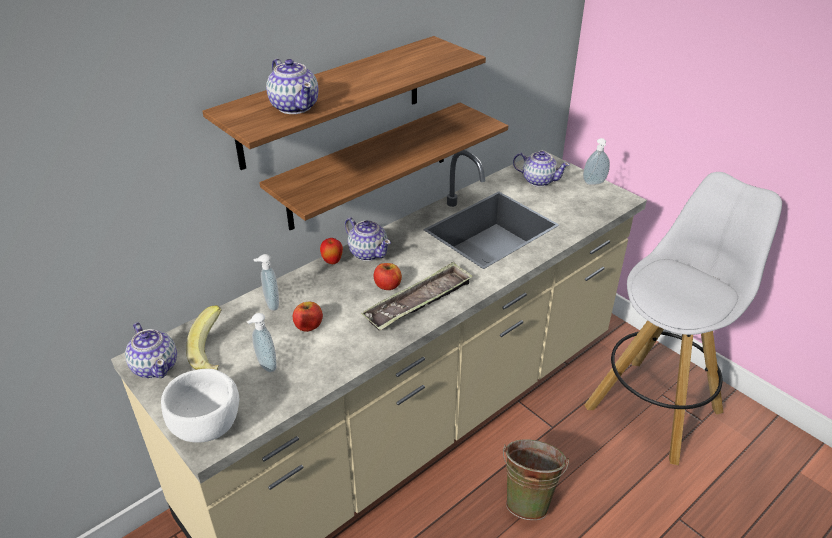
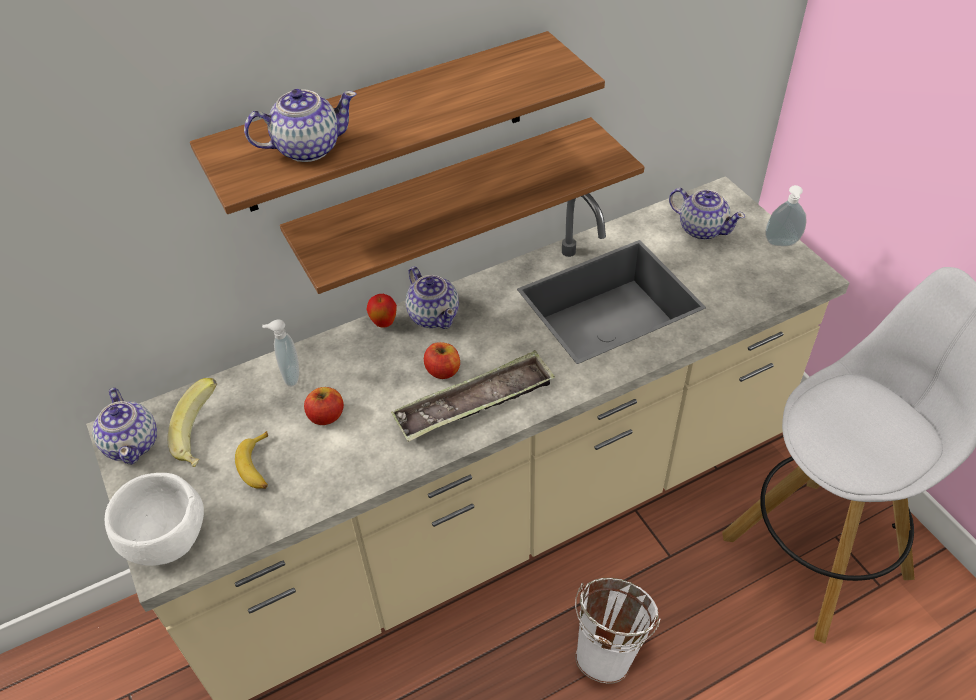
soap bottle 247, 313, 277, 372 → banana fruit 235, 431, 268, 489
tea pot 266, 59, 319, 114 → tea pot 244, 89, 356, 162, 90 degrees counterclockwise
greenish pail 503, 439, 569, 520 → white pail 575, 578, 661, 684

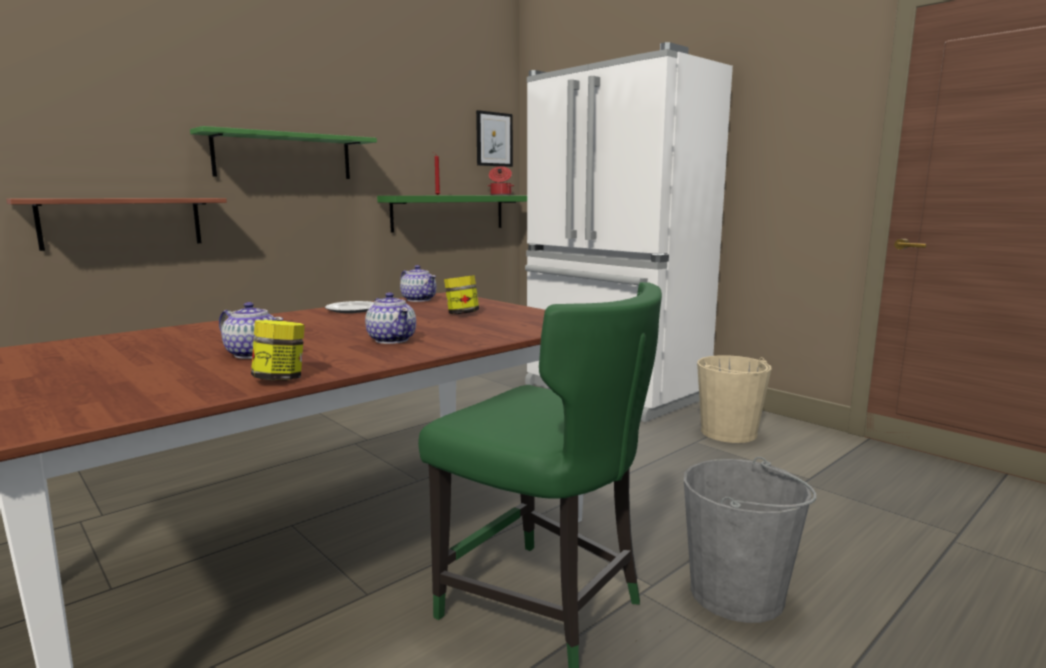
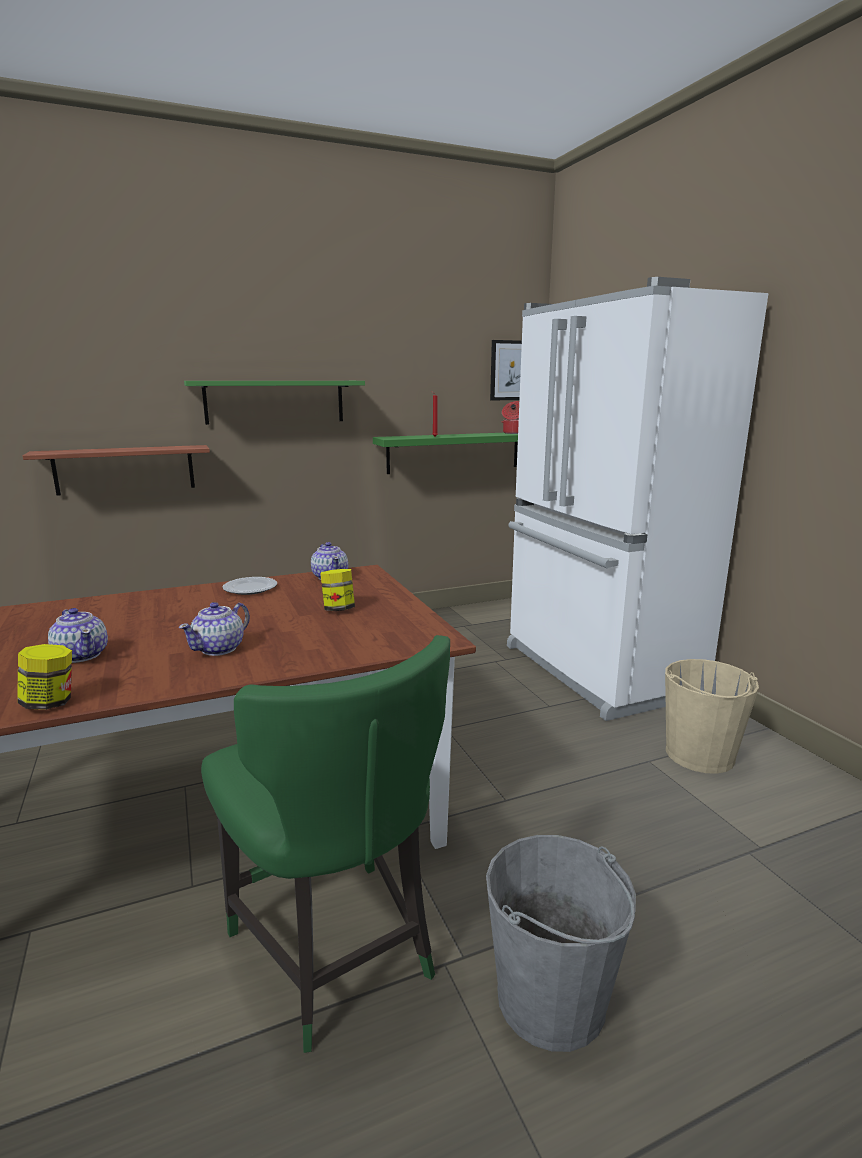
tea pot 365, 292, 416, 344 → tea pot 179, 602, 250, 656, 45 degrees clockwise

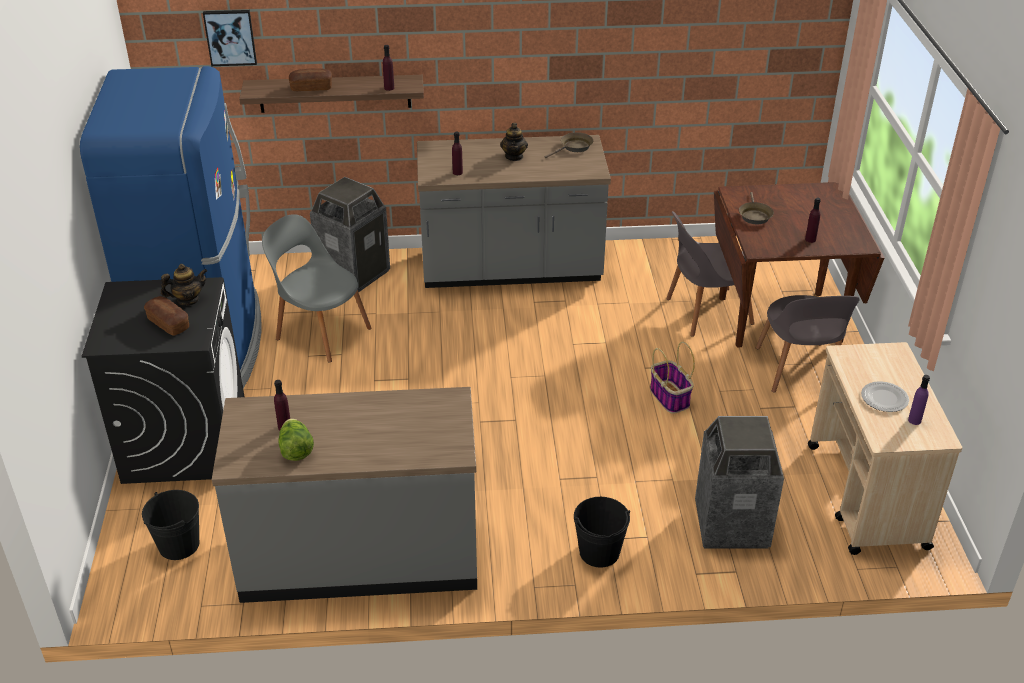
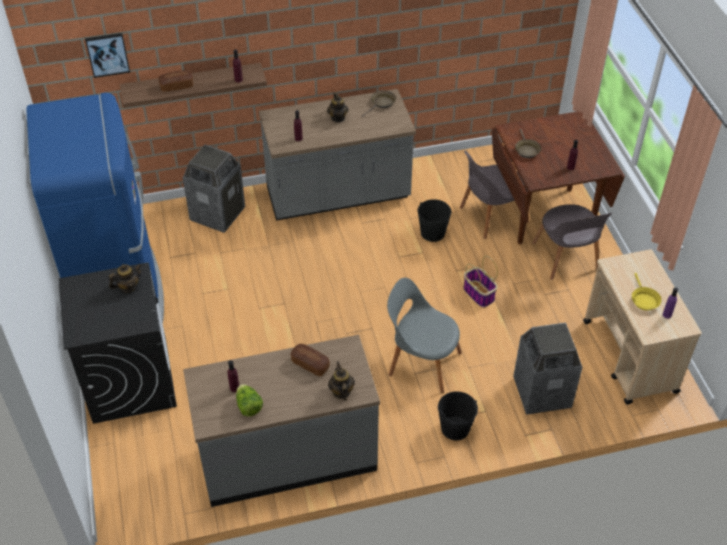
bread 144, 296, 189, 336 → bread 291, 344, 330, 376, moved
- → tea pot 328, 361, 355, 401
gray plain chair 262, 214, 372, 363 → gray plain chair 387, 278, 462, 393, moved
blackish pail 142, 490, 200, 560 → blackish pail 418, 199, 451, 242, moved
dinner plate 861, 381, 909, 412 → yellow-coloured pan 632, 273, 662, 311

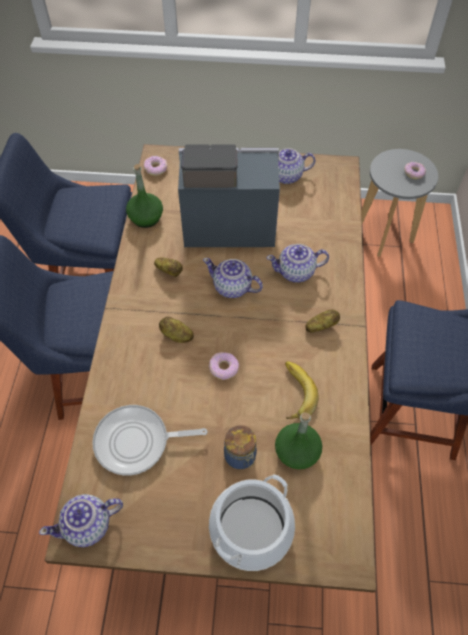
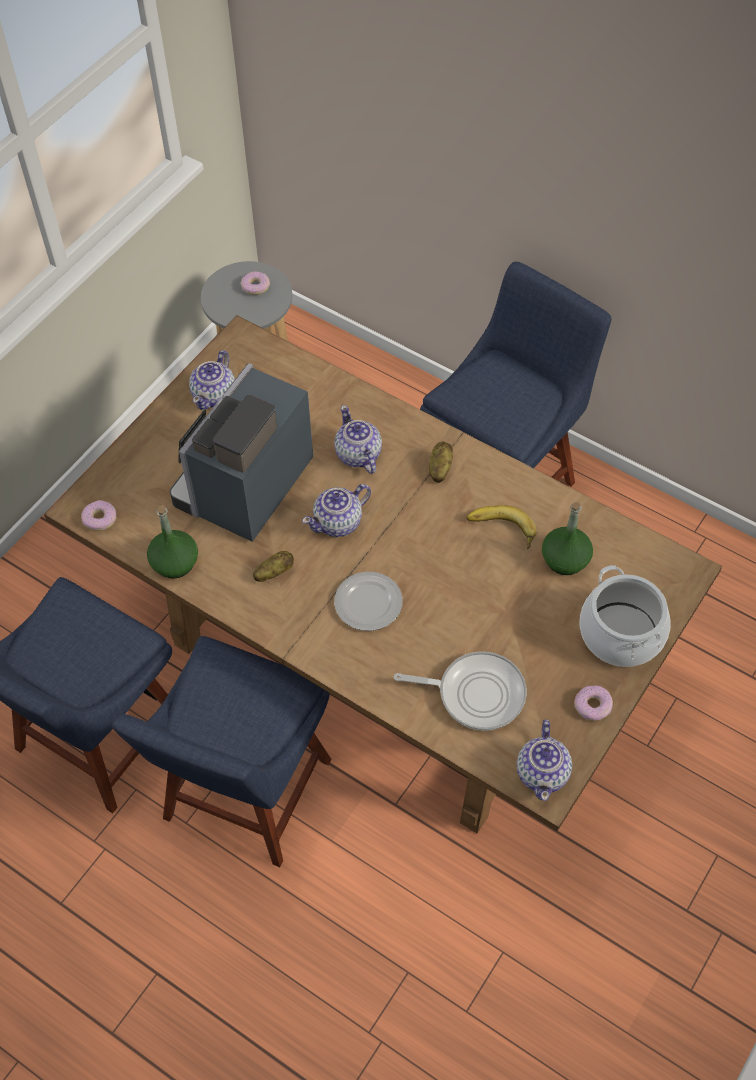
tea pot 267, 244, 329, 283 → tea pot 334, 405, 382, 474, 135 degrees clockwise
whole potato 159, 317, 194, 343 → dinner plate 334, 572, 403, 631
pan 92, 405, 207, 476 → pan 394, 651, 527, 731, 105 degrees counterclockwise
doughnut 209, 352, 239, 380 → doughnut 574, 685, 613, 721, moved
jar 224, 425, 257, 469 → -

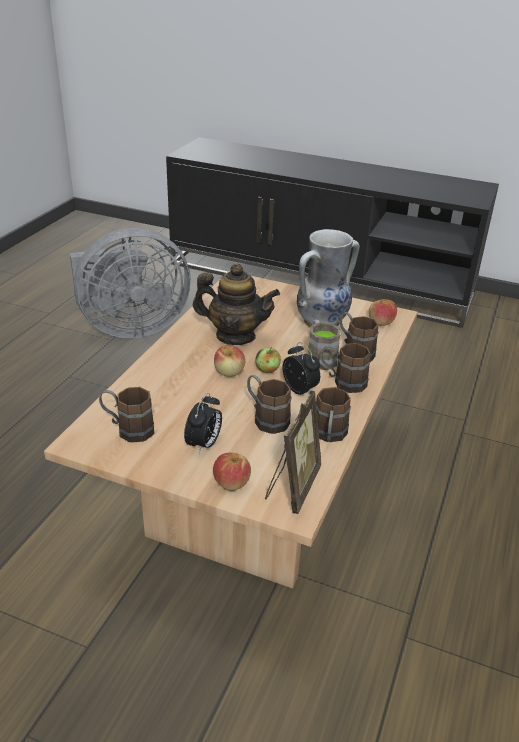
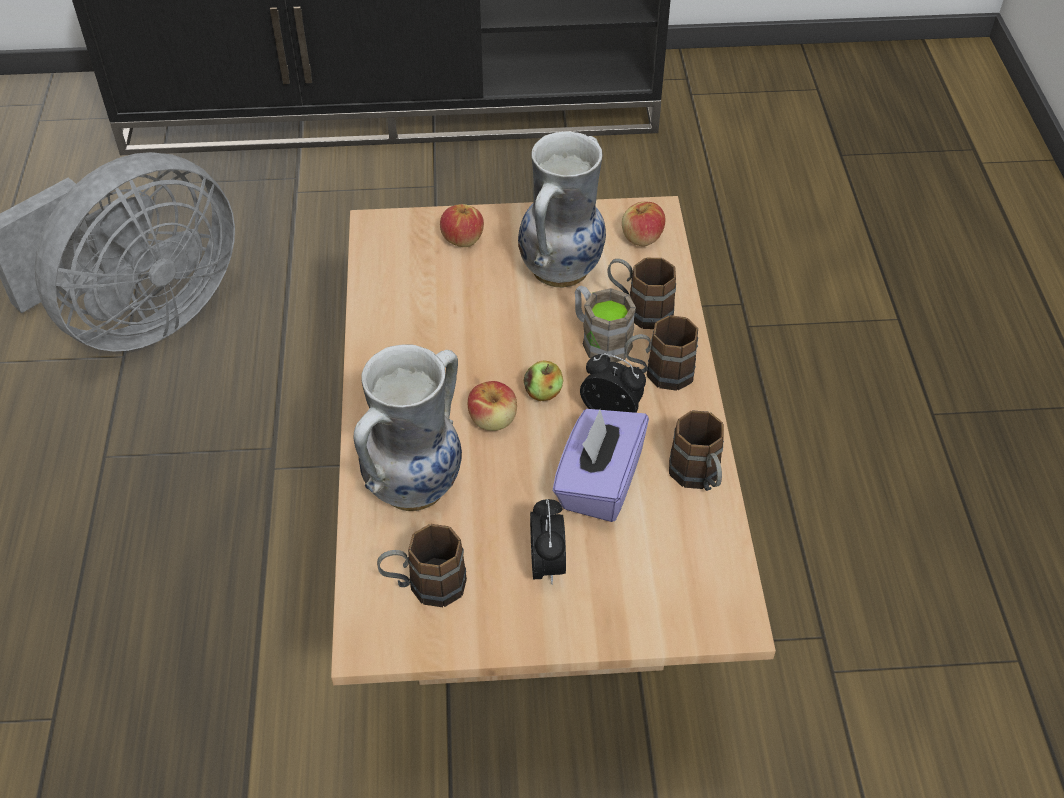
- → decorative vase 354, 345, 462, 511
apple 213, 453, 251, 491 → apple 440, 204, 484, 247, moved
brown-coloured tea mug 247, 375, 291, 434 → purple box of tissues 553, 409, 649, 522
tea pot 193, 263, 280, 345 → -
standing frame 265, 391, 321, 514 → -

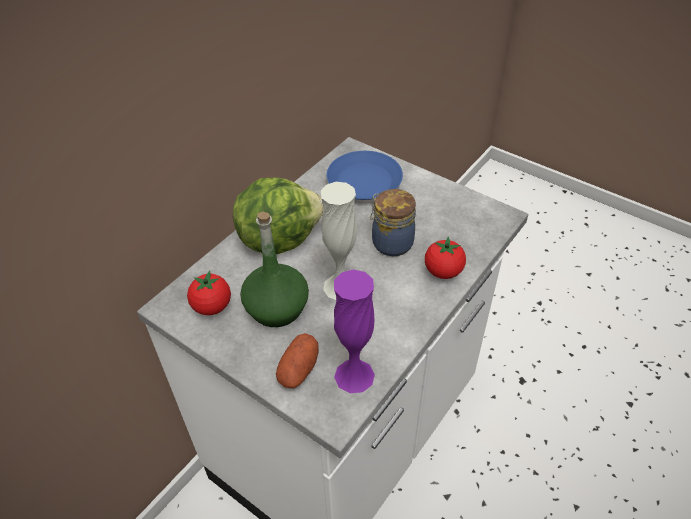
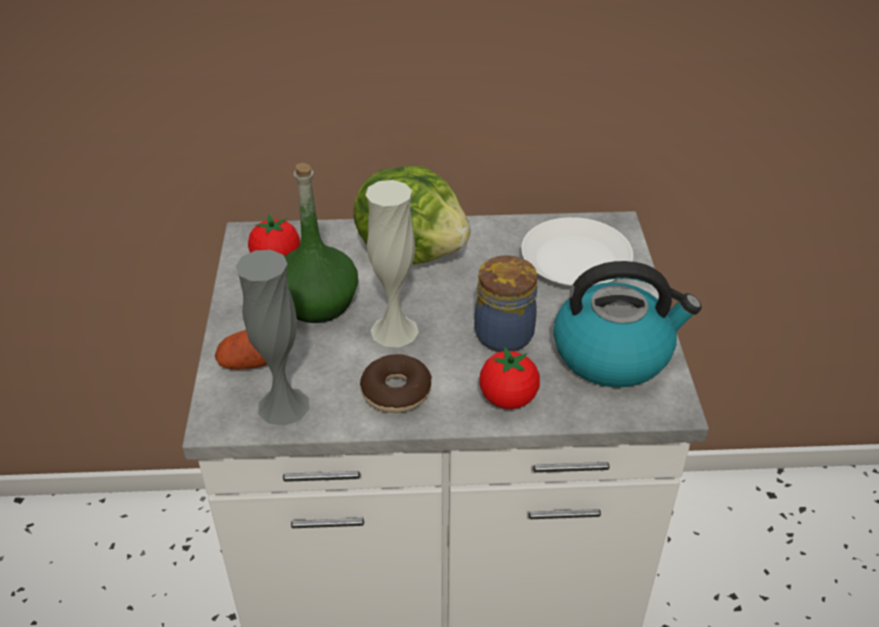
purple decorative vase 334, 269, 375, 393 → gray decorative vase 236, 250, 309, 426
- → doughnut 360, 354, 432, 413
blue dinner plate 327, 151, 403, 200 → white dinner plate 521, 217, 633, 287
- → water kettle 553, 261, 702, 388

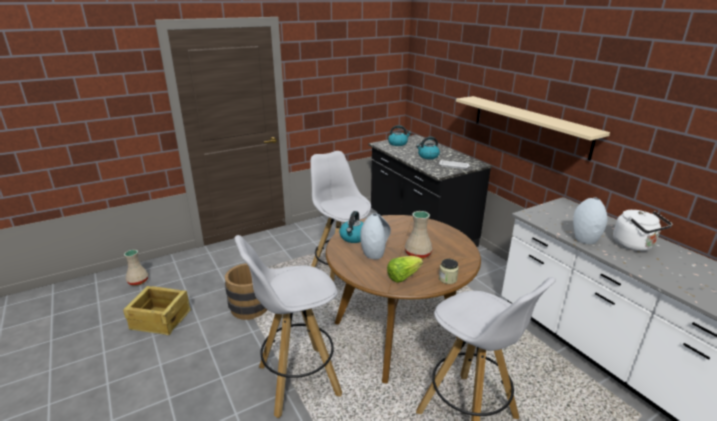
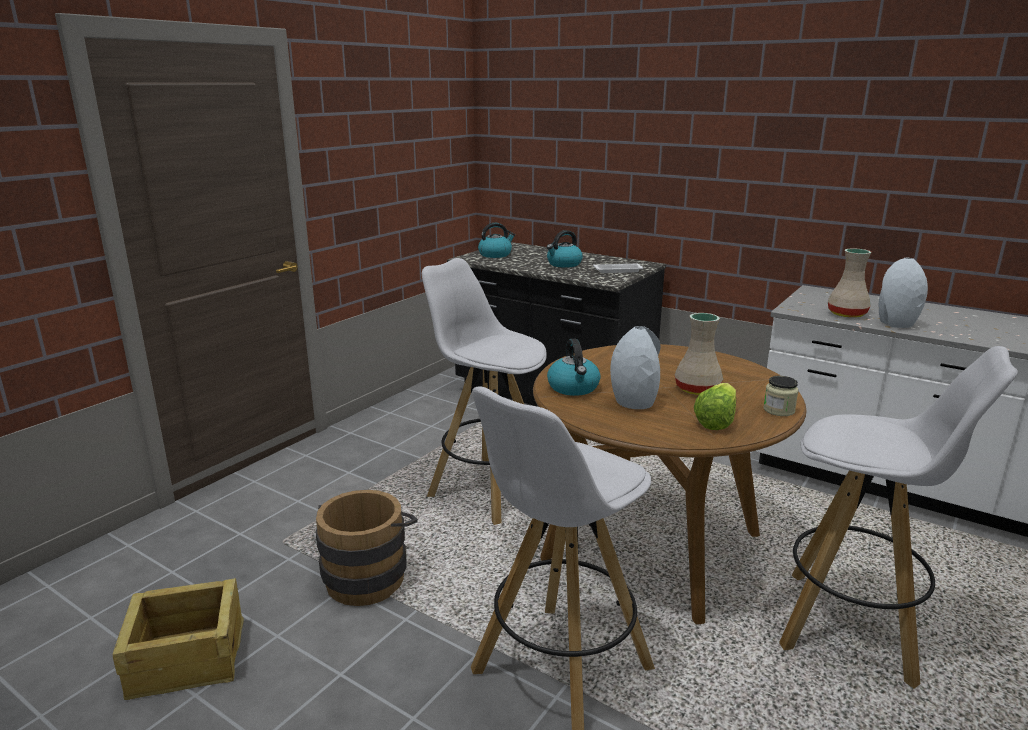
sand-coloured decorative vase 124, 250, 148, 286 → sand-coloured decorative vase 828, 248, 871, 318, moved
sand-coloured bracket shelf 456, 96, 610, 161 → -
white water kettle 613, 210, 672, 251 → -

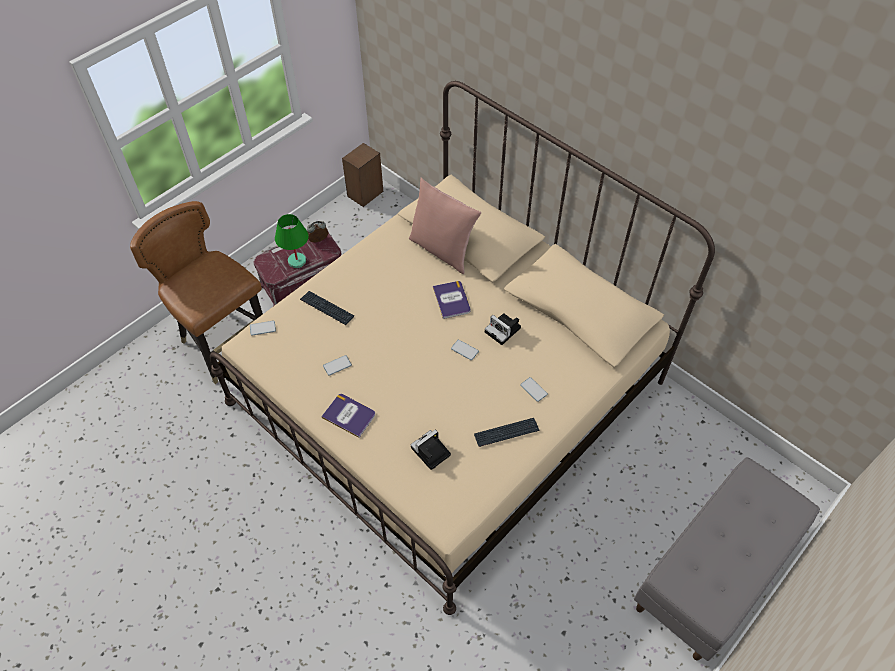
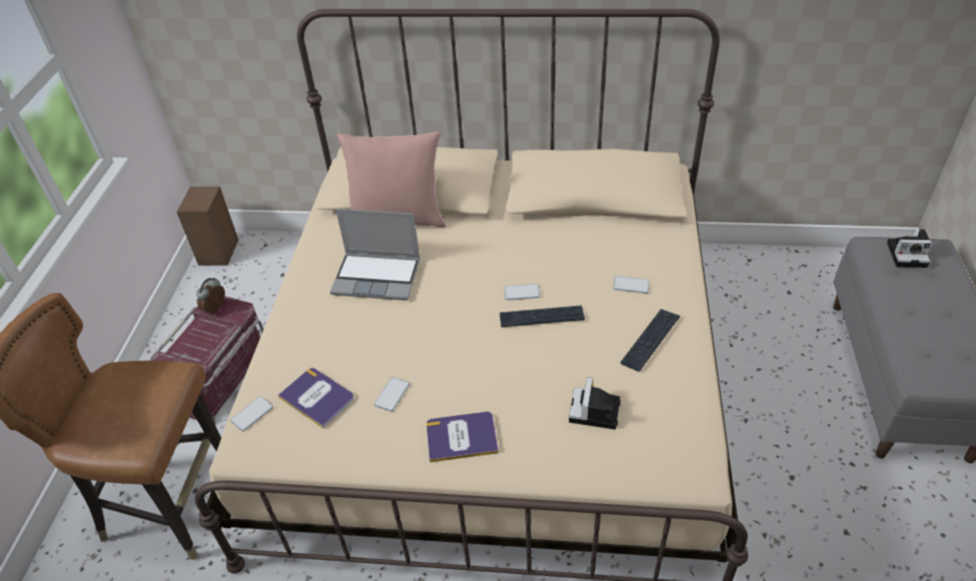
bound book 433, 281, 470, 319 → bound book 278, 368, 354, 429, moved
- → portable computer 330, 209, 420, 301
keyboard 300, 291, 354, 325 → keyboard 500, 305, 585, 327, moved
photo camera 485, 313, 521, 345 → photo camera 887, 229, 932, 268, moved
greenish table lamp 275, 214, 309, 268 → -

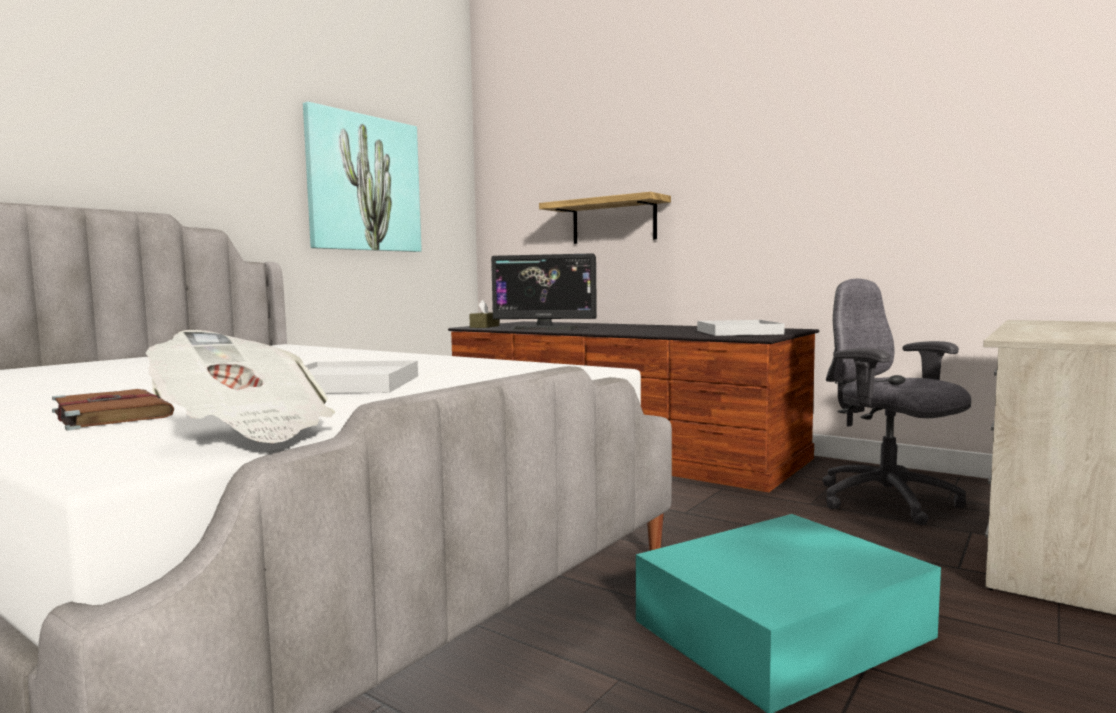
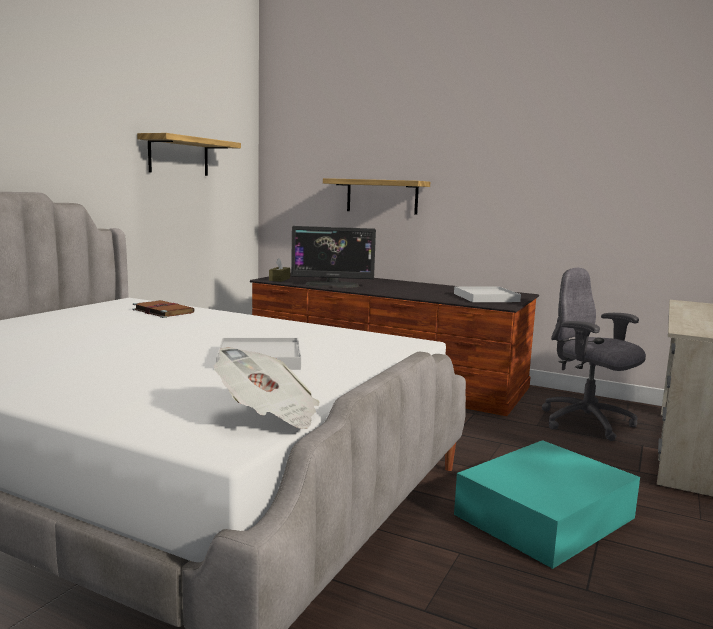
brown-coloured bound book 52, 389, 174, 431 → brown-coloured bound book 132, 300, 195, 318, moved
wall picture 303, 102, 422, 252 → bracket shelf 137, 133, 241, 176

